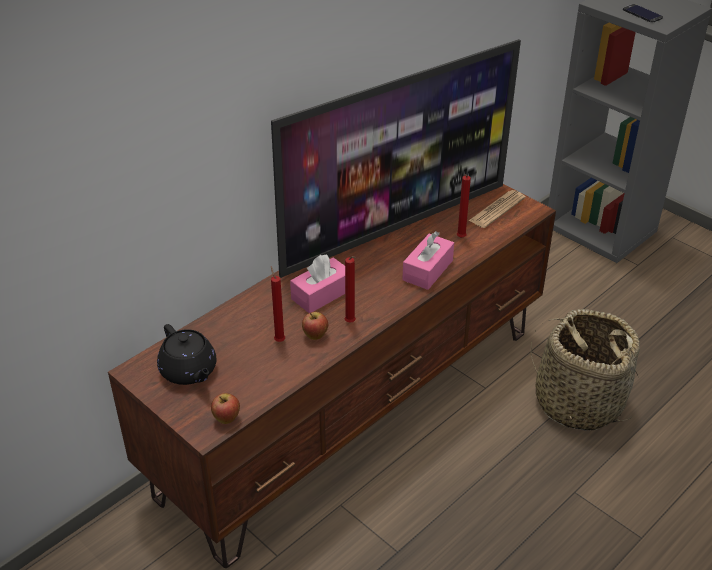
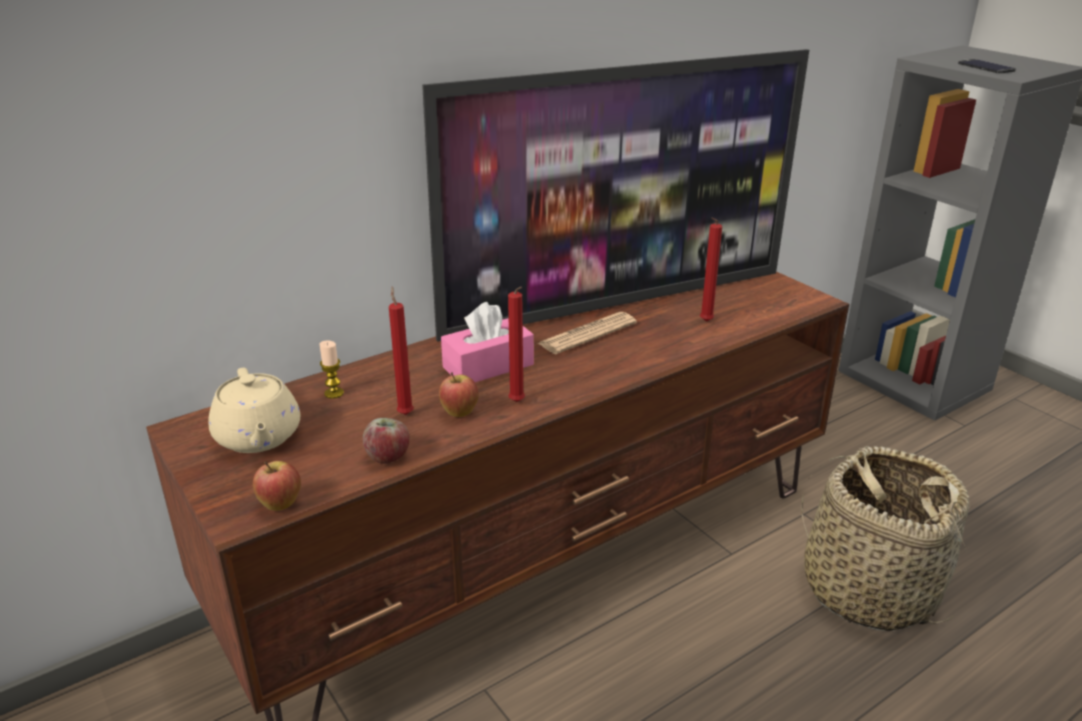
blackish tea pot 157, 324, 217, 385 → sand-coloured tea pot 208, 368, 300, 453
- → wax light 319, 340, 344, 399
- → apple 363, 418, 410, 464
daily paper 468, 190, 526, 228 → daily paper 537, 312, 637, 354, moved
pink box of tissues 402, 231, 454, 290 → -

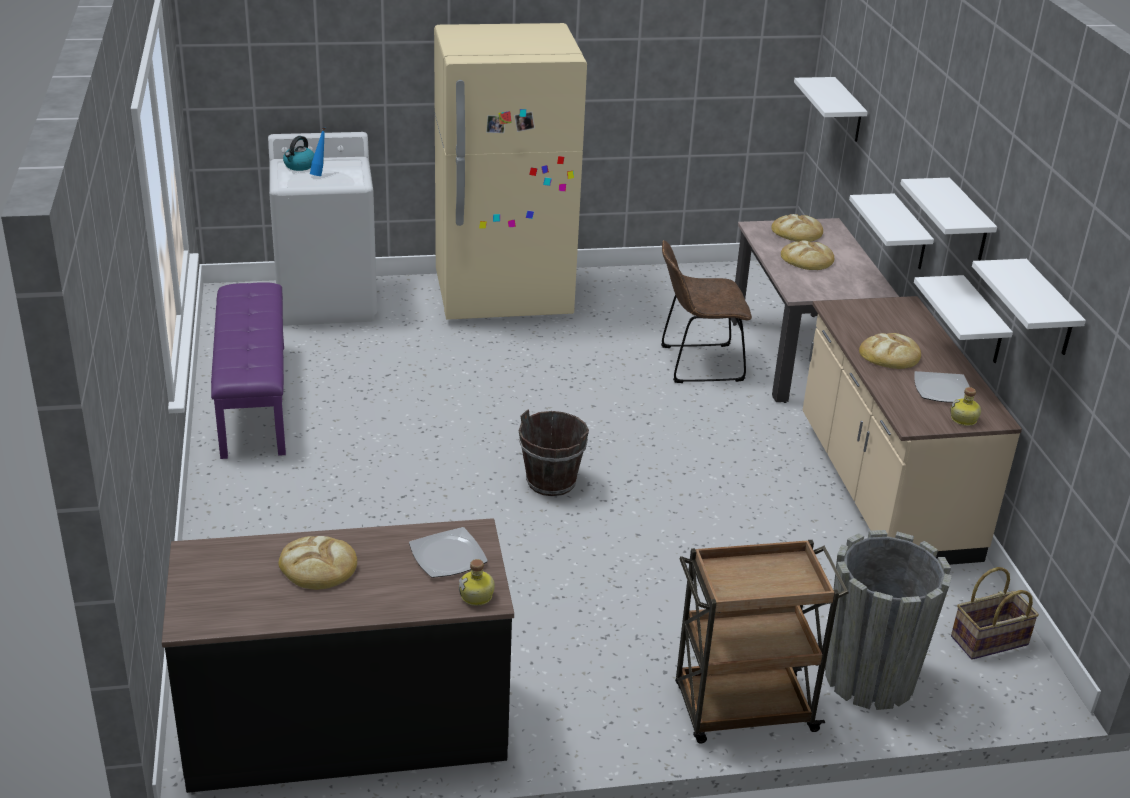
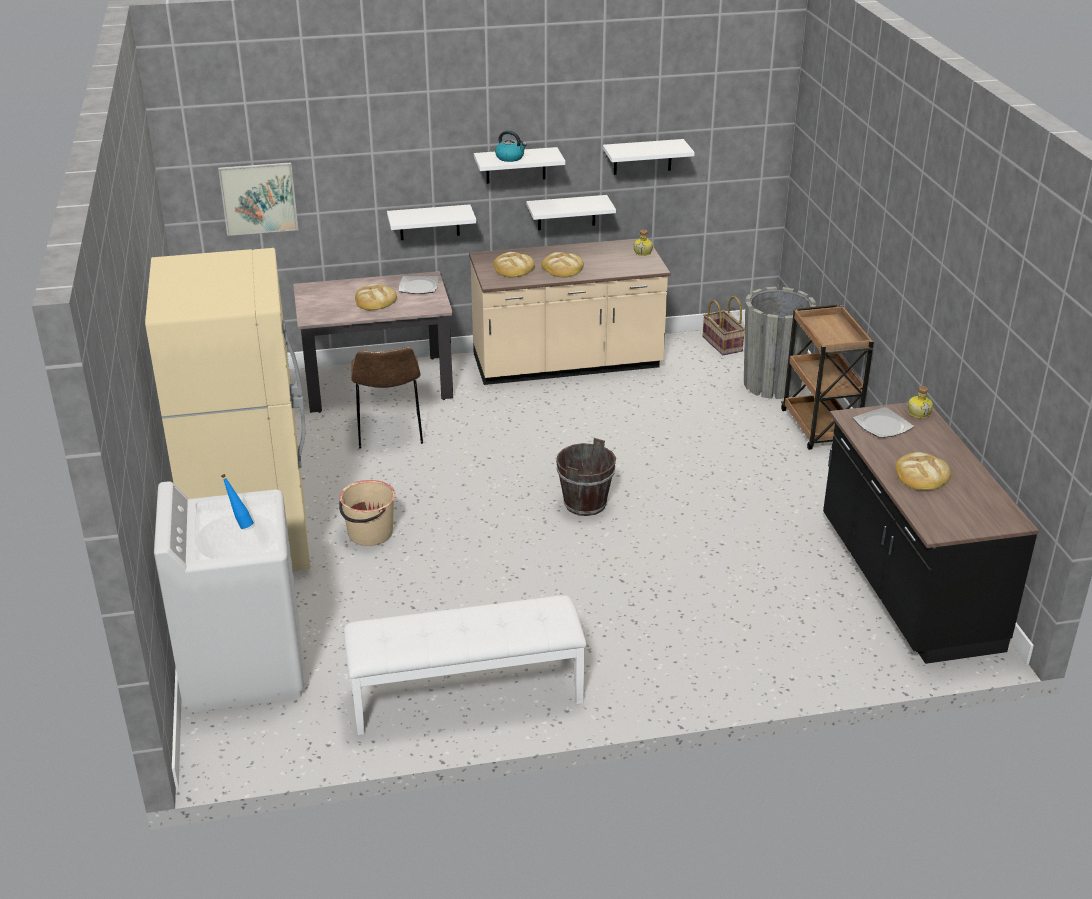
white bracket shelf 794, 77, 868, 142 → wall picture 218, 162, 298, 236
- → sand-coloured pail 339, 480, 396, 546
purple indoor bench 211, 282, 286, 459 → white indoor bench 344, 595, 586, 735
dinner plate 914, 371, 969, 403 → dinner plate 399, 276, 438, 294, moved
bread 771, 214, 823, 242 → bread 493, 252, 535, 277, moved
water kettle 283, 136, 314, 171 → water kettle 495, 130, 527, 162, moved

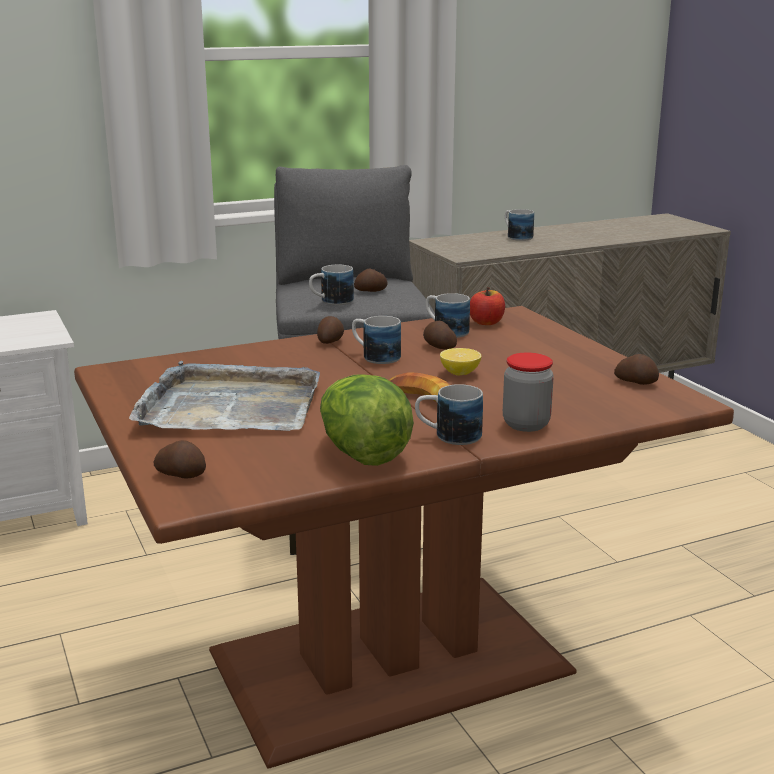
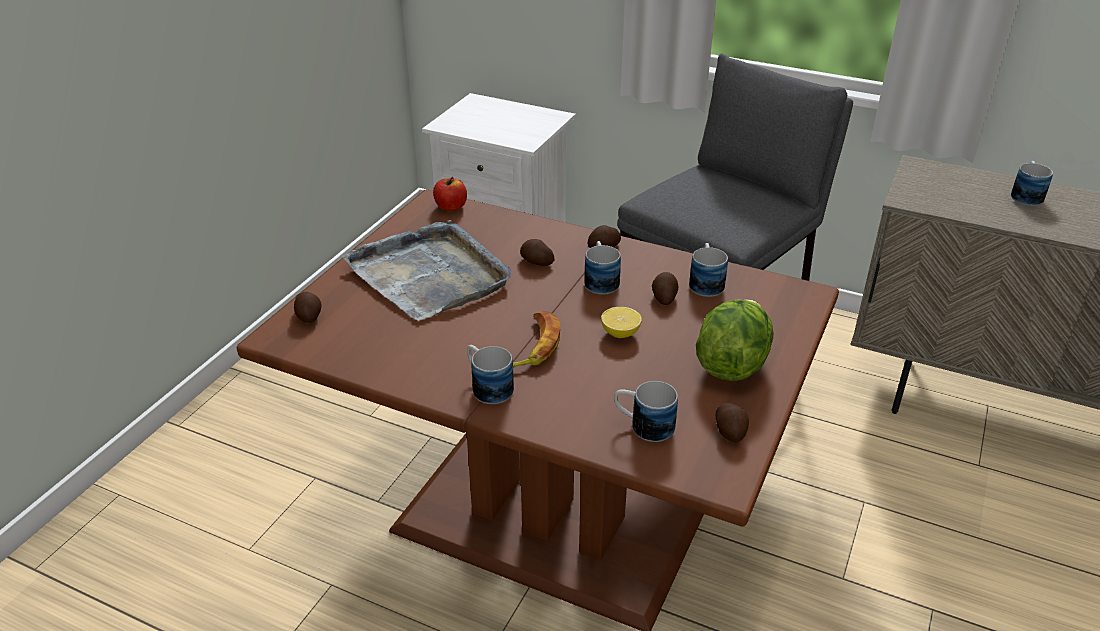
apple 470, 287, 505, 325 → apple 433, 177, 467, 211, moved
whole potato 354, 269, 388, 292 → whole potato 520, 239, 554, 266, moved
tea mug 309, 265, 354, 305 → tea mug 614, 381, 678, 442, moved
lettuce 320, 374, 414, 466 → lettuce 696, 300, 773, 381, moved
jar 503, 353, 554, 432 → -

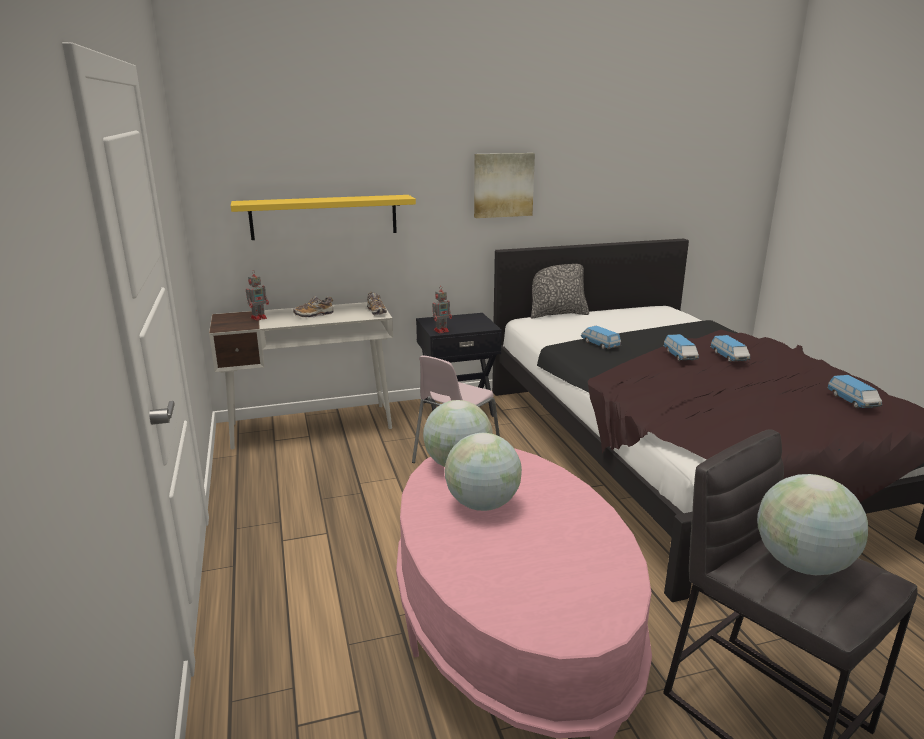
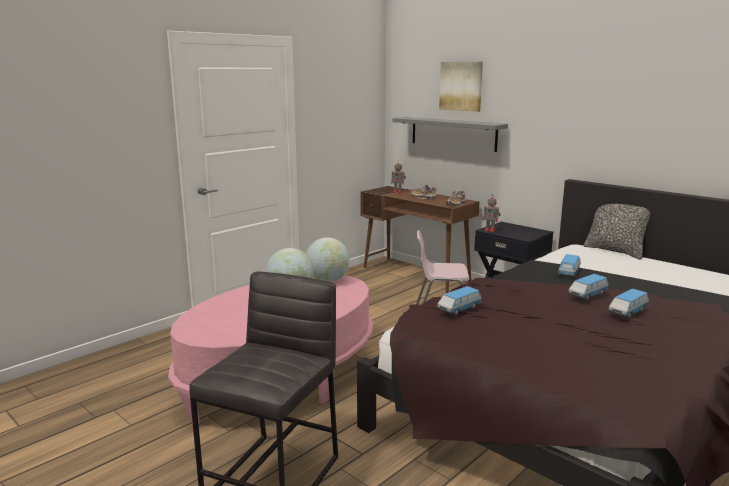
white desk 209, 302, 393, 449 → brown-coloured desk 360, 186, 479, 293
yellow-coloured bracket shelf 231, 195, 416, 240 → gray bracket shelf 392, 117, 508, 152
miniature car 827, 375, 882, 408 → miniature car 437, 286, 482, 315, moved
wall picture 474, 153, 535, 218 → wall picture 439, 62, 483, 112, moved
world globe 757, 474, 868, 575 → -

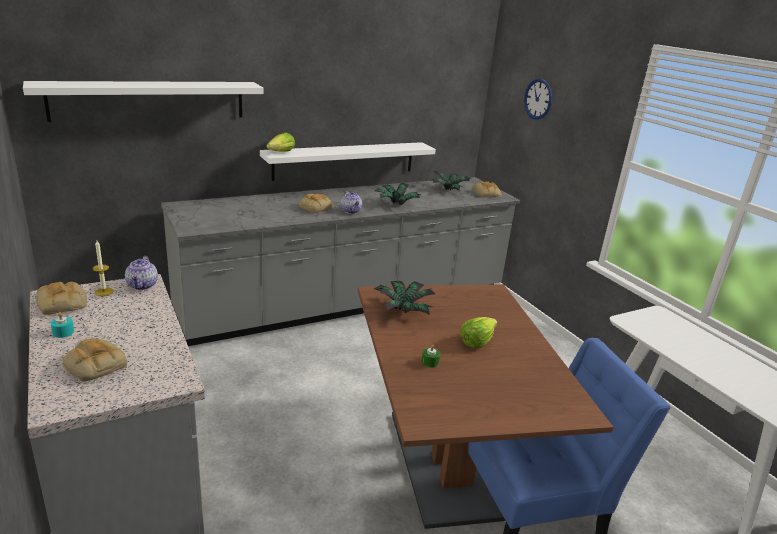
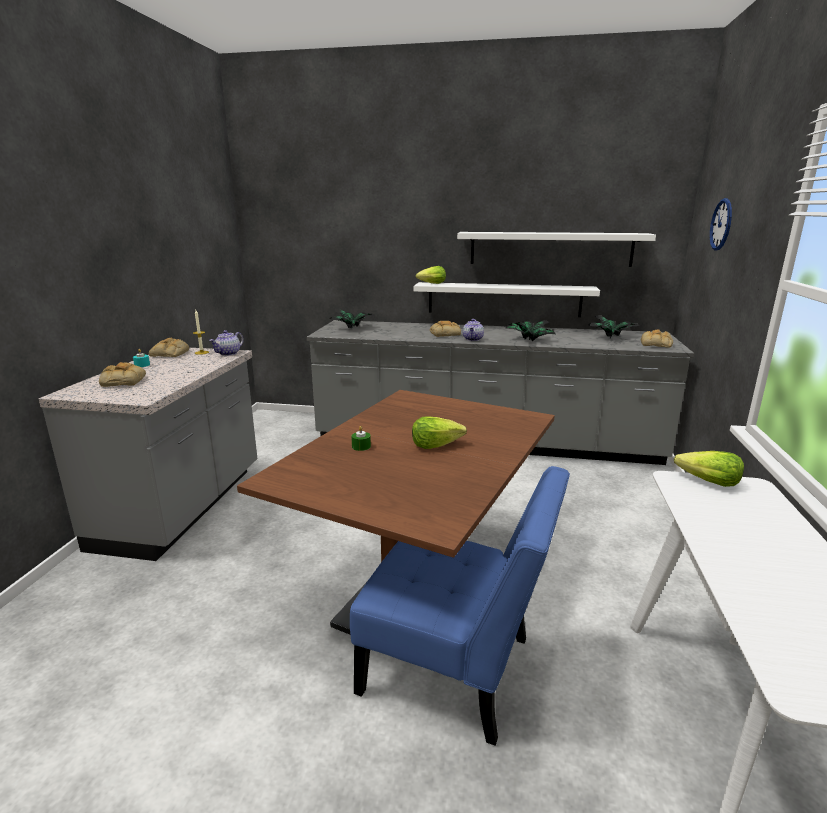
potted plant 374, 281, 435, 315 → potted plant 329, 309, 374, 328, moved
white bracket shelf 23, 81, 264, 122 → white bracket shelf 457, 232, 656, 267, moved
- → lettuce 674, 451, 744, 487

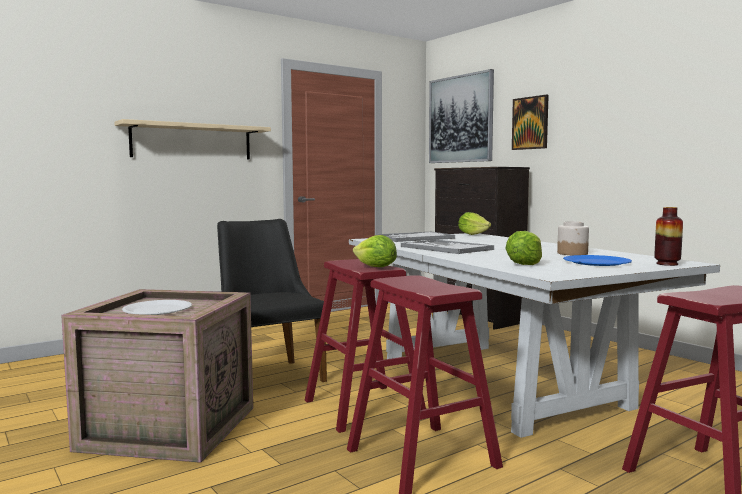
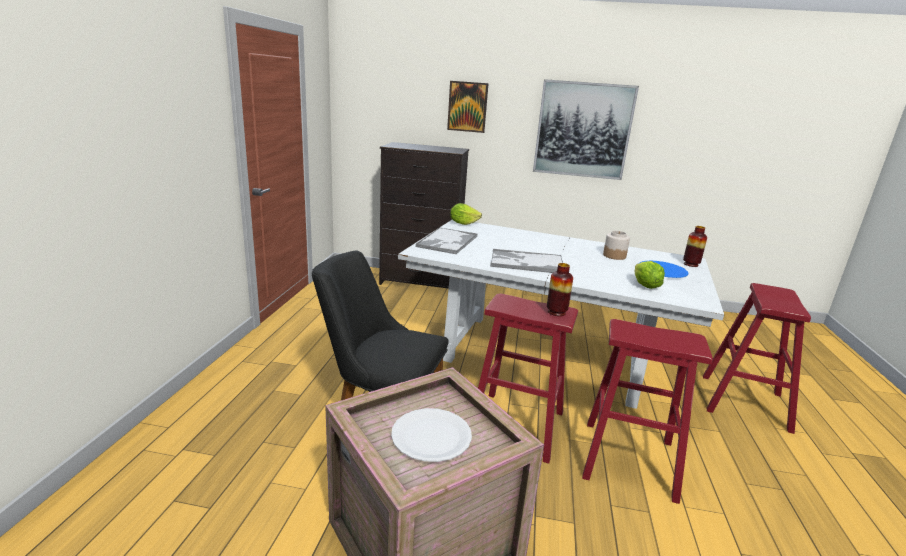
wall picture 429, 69, 494, 163 → wall picture 533, 79, 639, 180, moved
lettuce 353, 235, 397, 267 → decorative vase 547, 263, 573, 316
sand-coloured bracket shelf 114, 119, 271, 160 → -

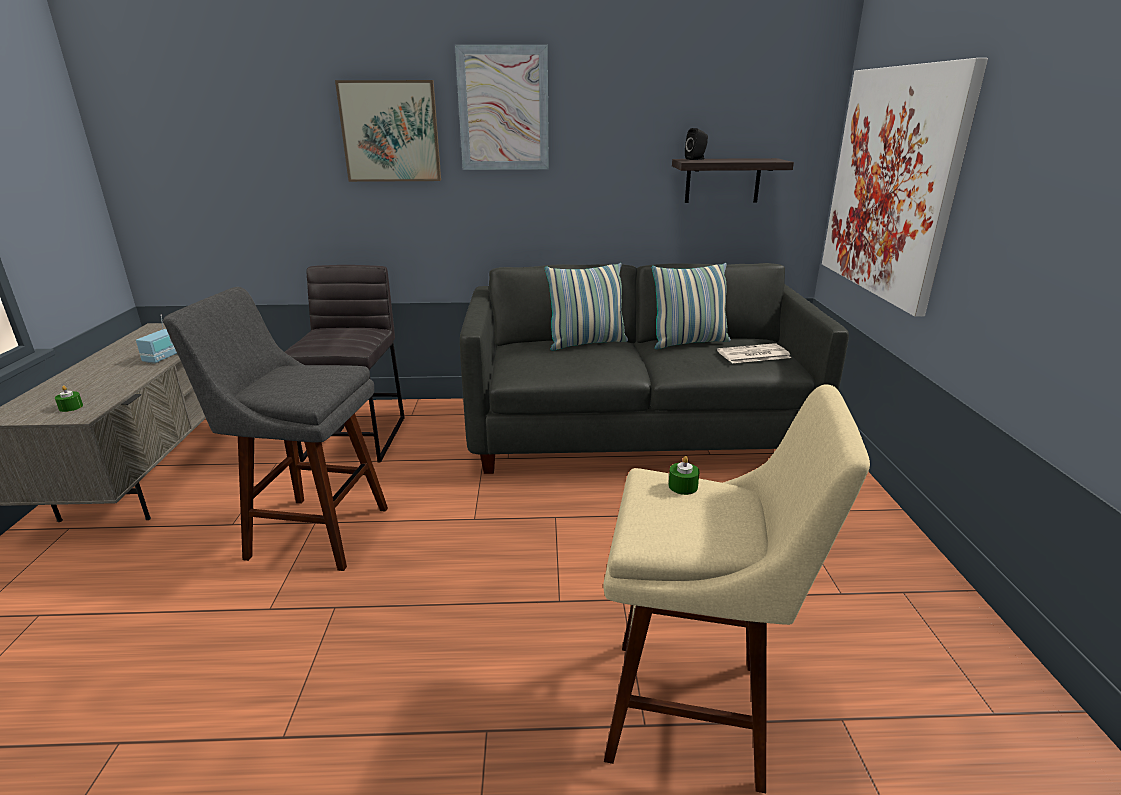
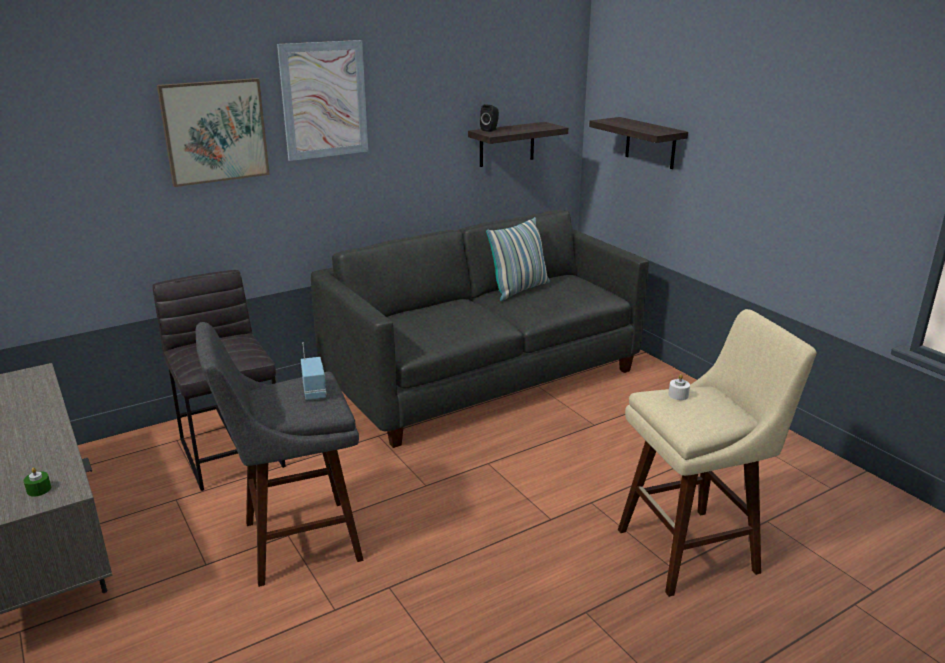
radio receiver 136, 315, 177, 364 → radio receiver 301, 342, 327, 400, moved
wall picture 822, 58, 988, 317 → bracket shelf 589, 117, 688, 169
greenish wax light 668, 456, 700, 495 → white wax light 668, 374, 690, 400
cushion 545, 263, 628, 351 → -
daily paper 717, 343, 791, 363 → -

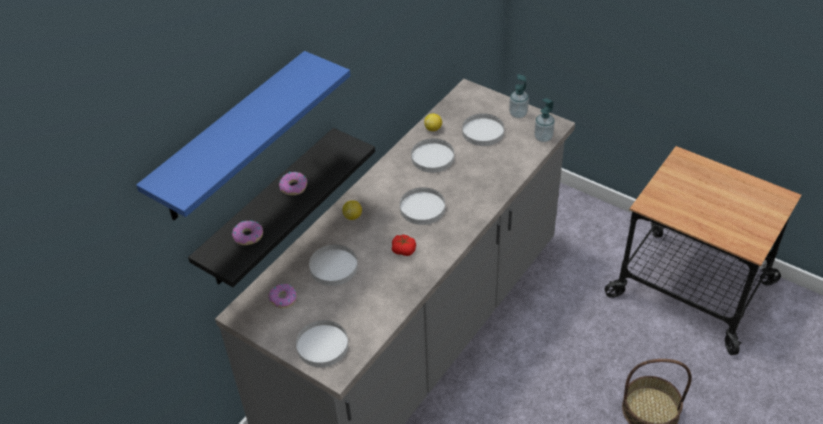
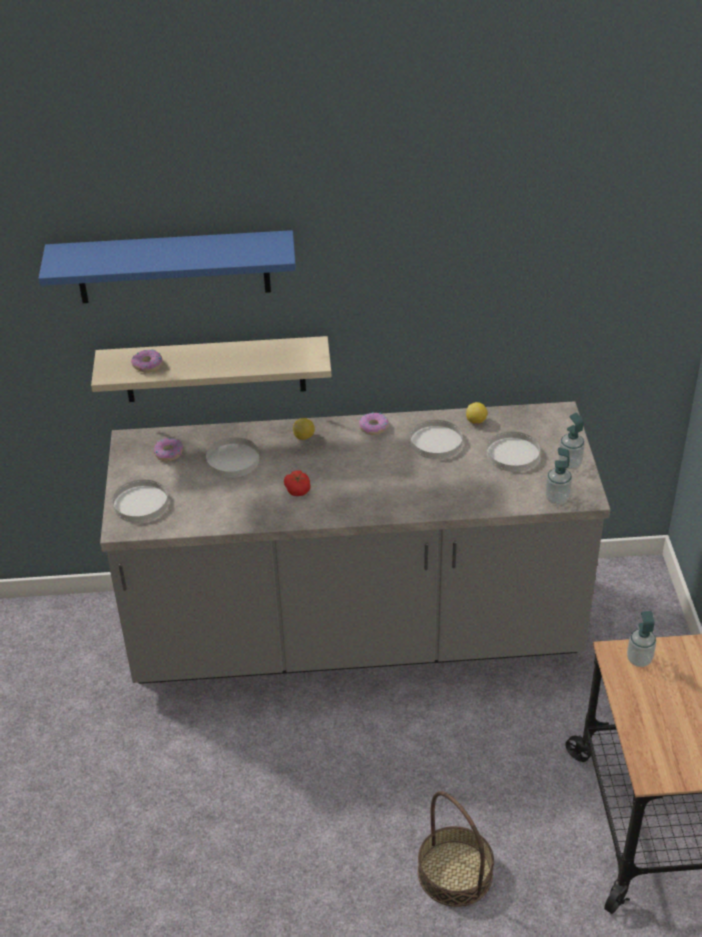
blackish bracket shelf 188, 128, 375, 287 → sand-coloured bracket shelf 91, 336, 331, 402
doughnut 279, 172, 307, 195 → doughnut 359, 412, 389, 435, moved
- → soap bottle 627, 611, 656, 667
white dinner plate 400, 187, 445, 225 → -

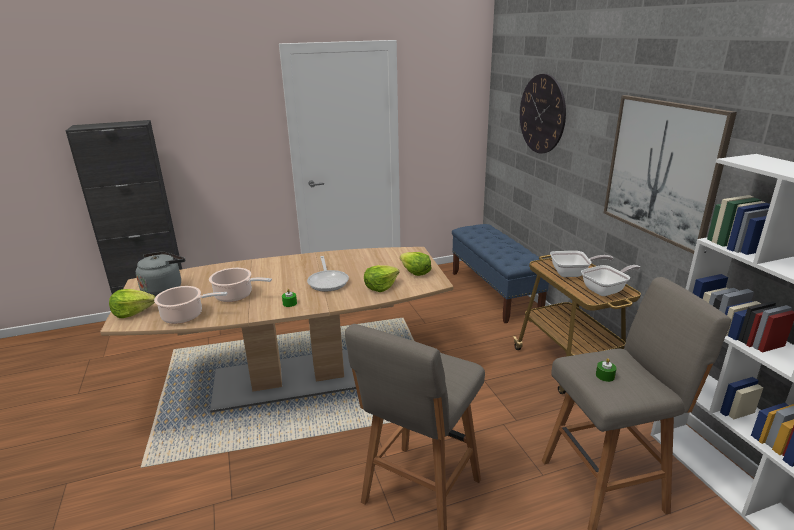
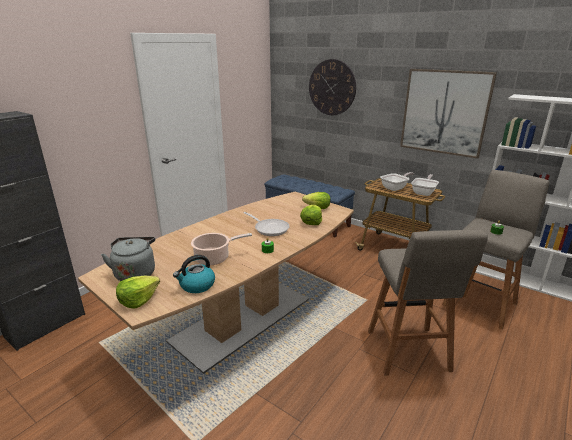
cooking pot 154, 286, 227, 324 → water kettle 173, 255, 215, 293

